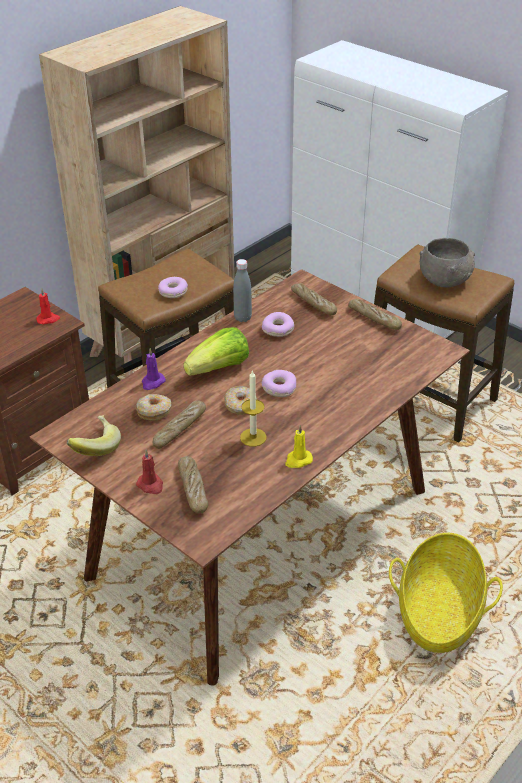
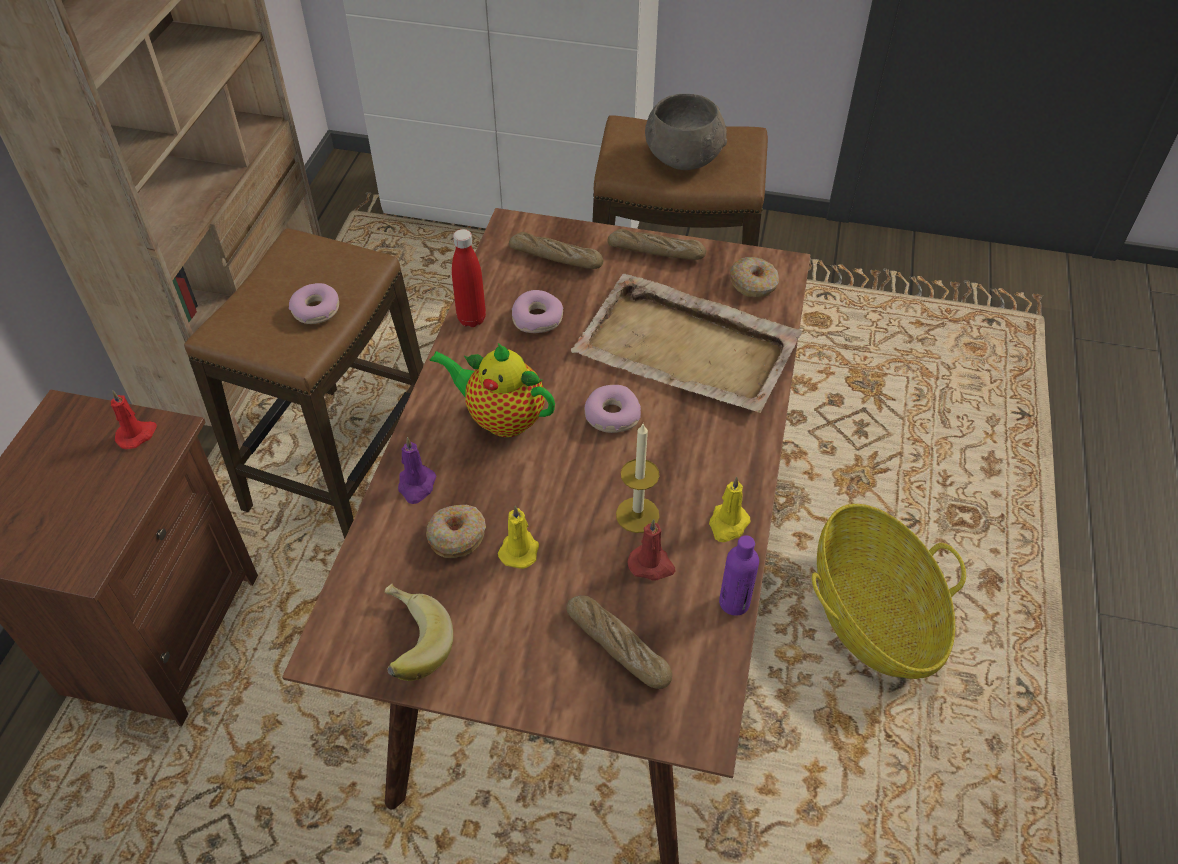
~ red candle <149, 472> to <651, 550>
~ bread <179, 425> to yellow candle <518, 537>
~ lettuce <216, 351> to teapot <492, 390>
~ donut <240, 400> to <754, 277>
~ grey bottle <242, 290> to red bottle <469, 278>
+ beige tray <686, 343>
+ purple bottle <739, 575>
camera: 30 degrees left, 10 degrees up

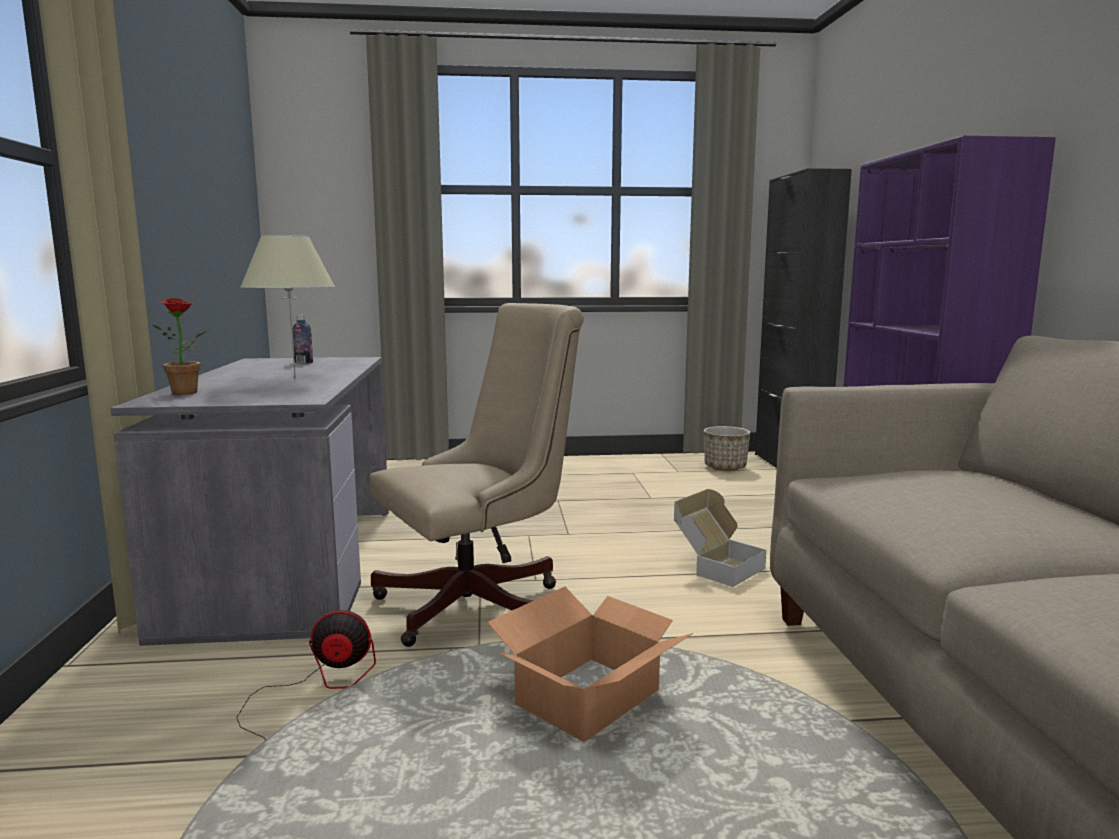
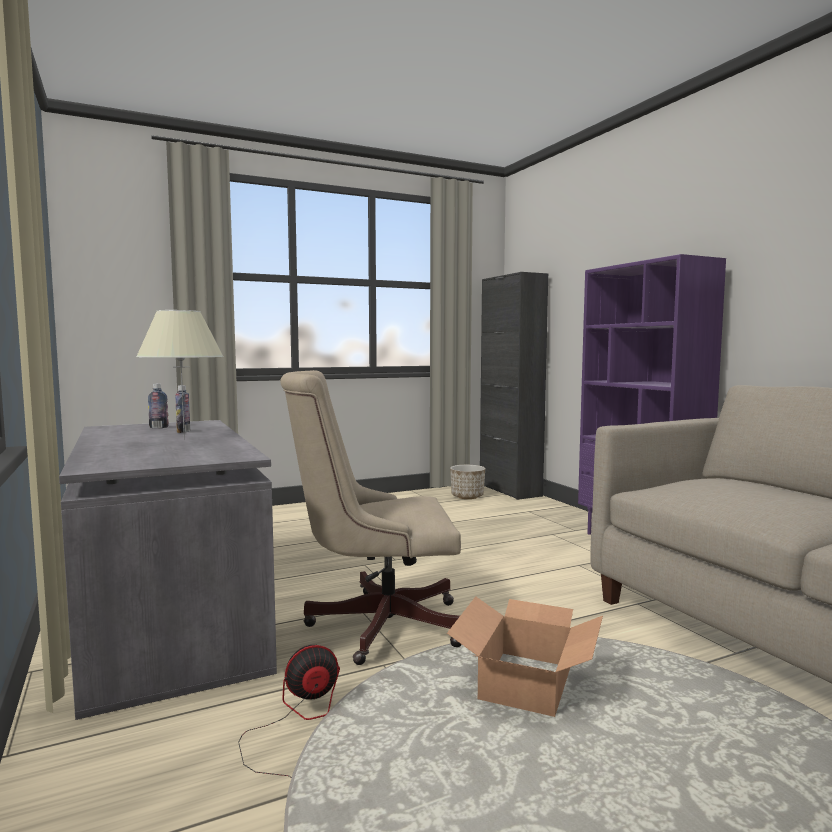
- potted plant <179, 346>
~ beige office chair <476, 475> = <371, 517> 135 degrees counterclockwise
- cardboard box <720, 538>
+ bottle <182, 409>
camera: 20 degrees left, 5 degrees down

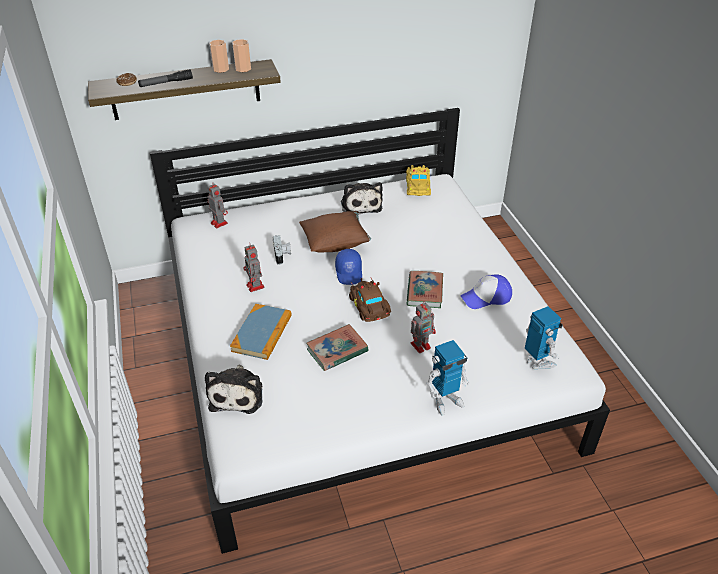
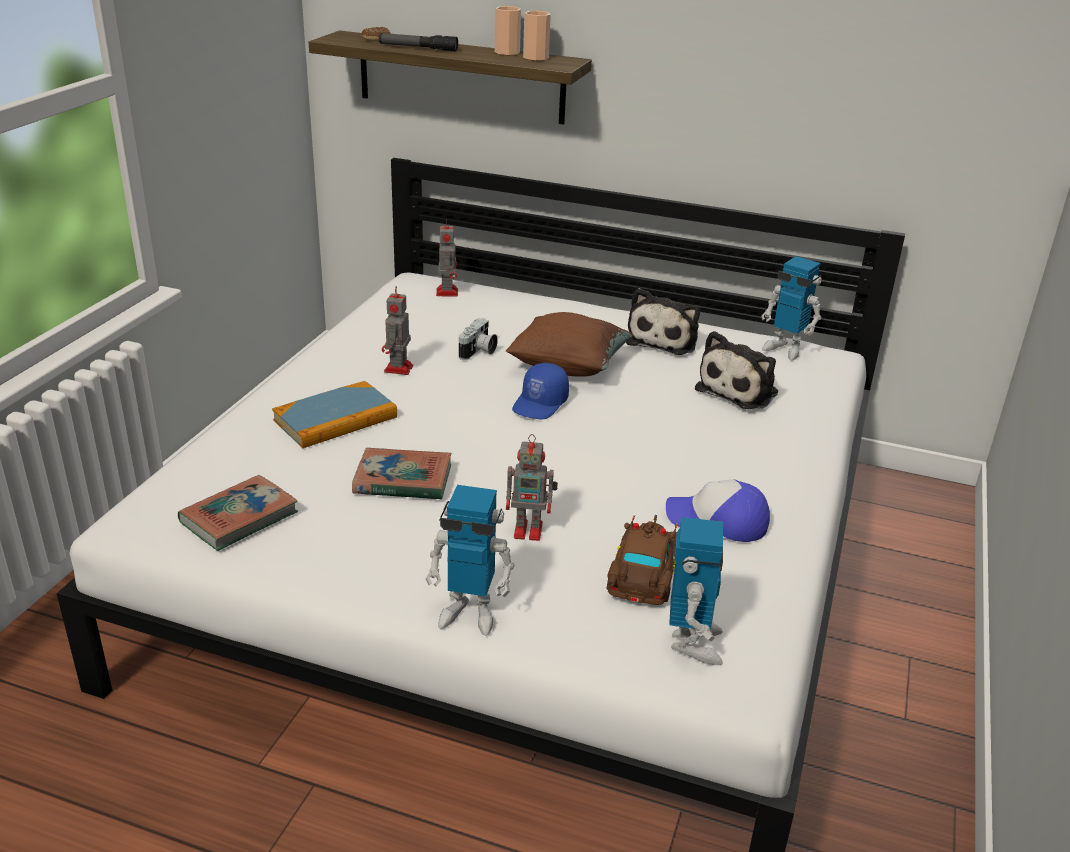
~ plush toy <234, 389> to <736, 370>
~ brown toy car <370, 299> to <642, 560>
~ yellow toy car <418, 180> to toy robot <791, 308>
~ book <424, 289> to <238, 513>
camera: 35 degrees right, 10 degrees down

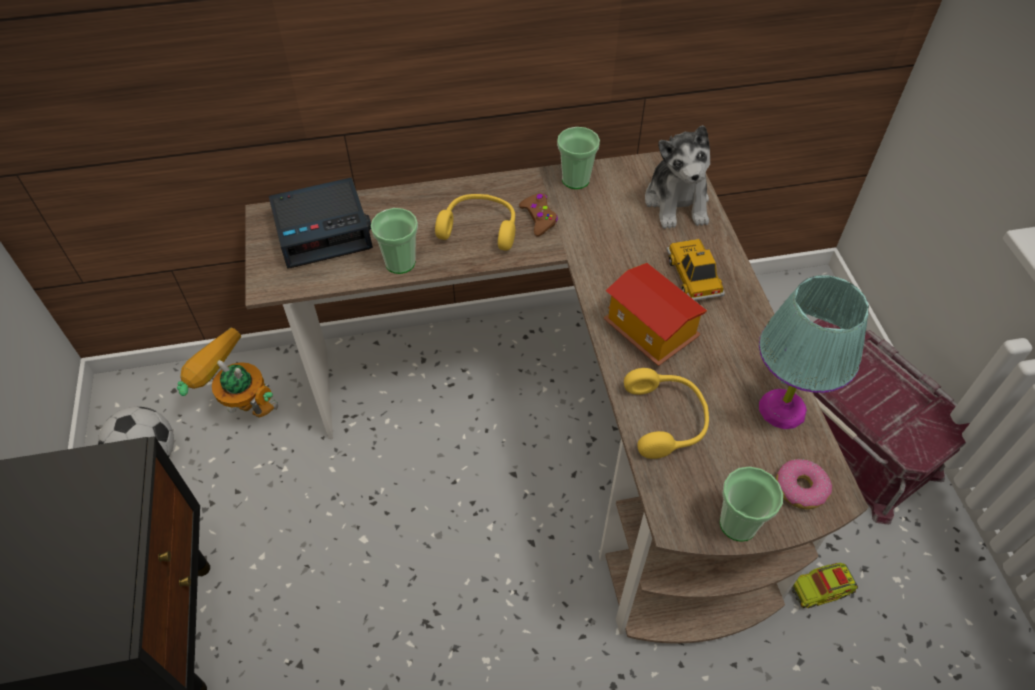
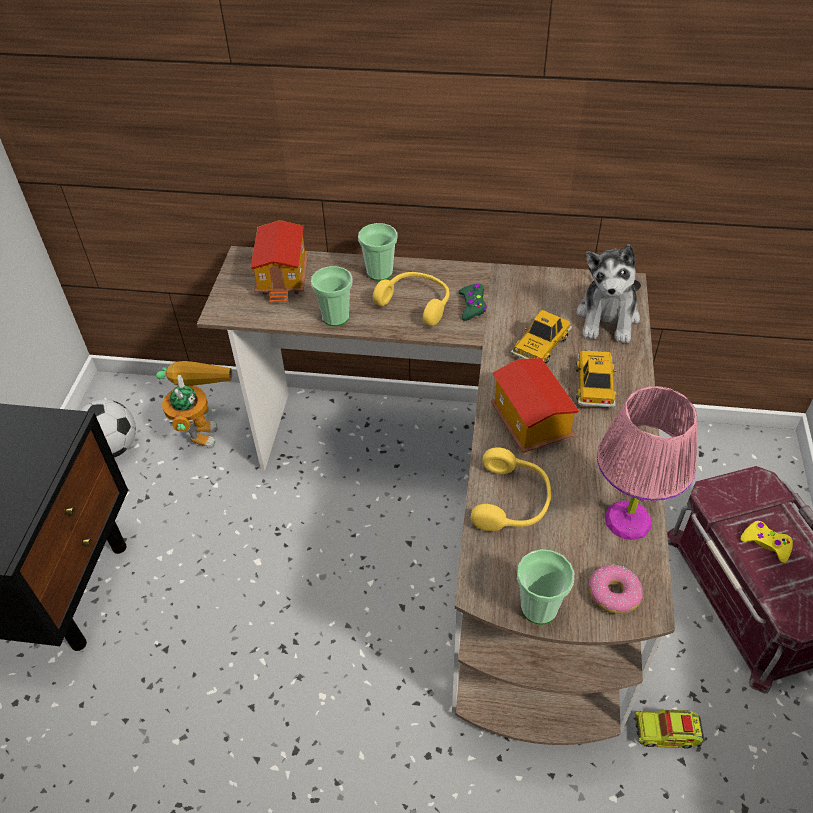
~ toy robot <227, 372> = <194, 405> 45 degrees clockwise
~ alarm clock <320, 222> to toy house <279, 261>
~ brown game controller <538, 215> to green game controller <472, 302>
~ cup <578, 158> to <377, 252>
~ turquoise table lamp <814, 352> to pink table lamp <647, 463>
+ toy car <541, 336>
+ yellow game controller <767, 541>
camera: 20 degrees right, 5 degrees down

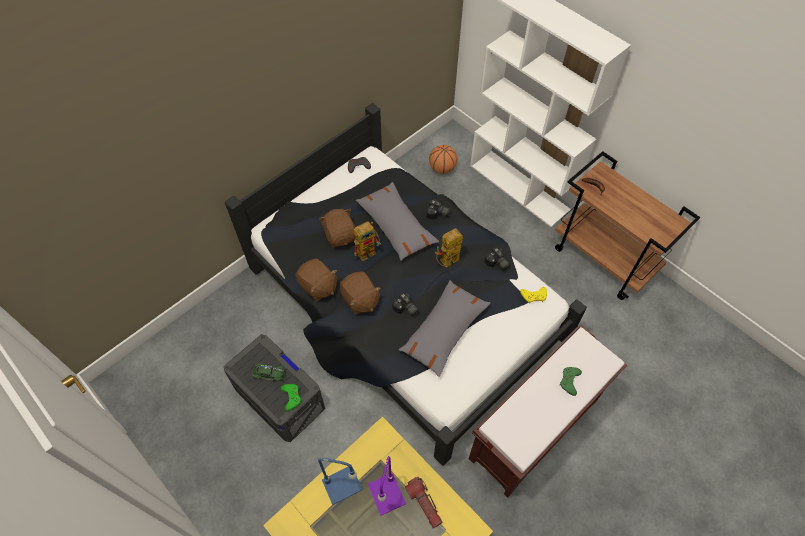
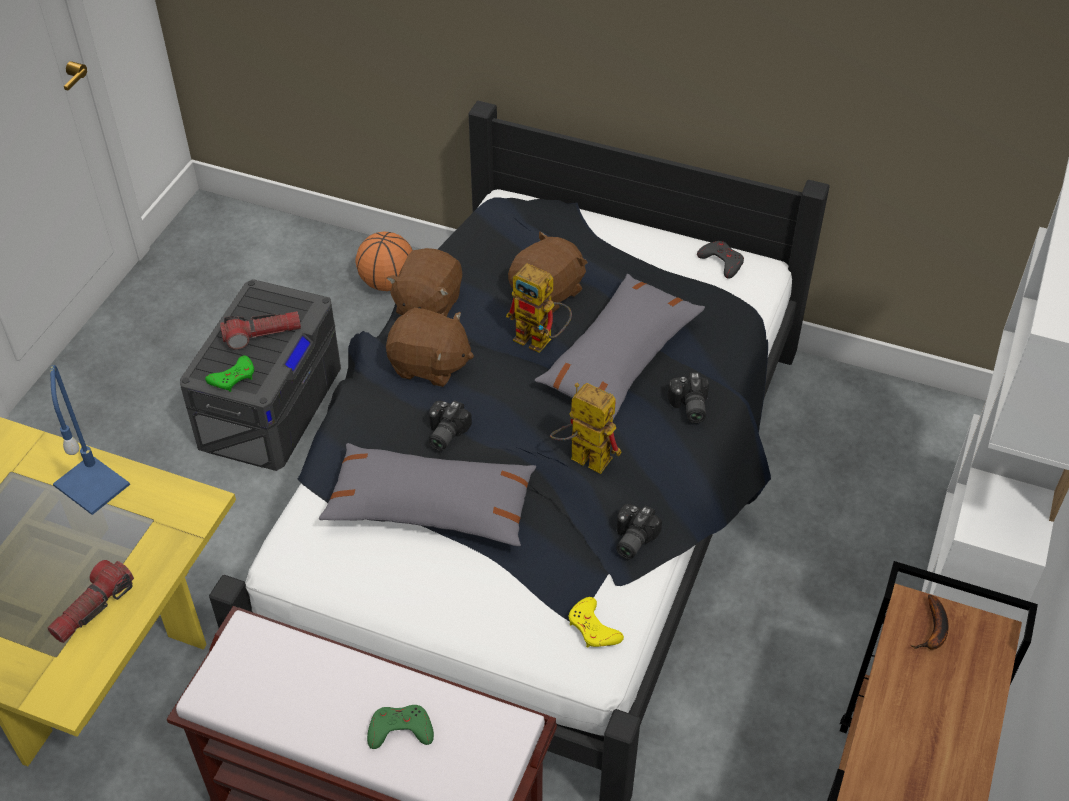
~ green toy car <269, 372> to flashlight <260, 330>
~ brown plush toy <360, 293> = <430, 347> 105 degrees counterclockwise
- purple table lamp <387, 486>
~ basketball <443, 159> to <383, 261>
camera: 65 degrees right, 10 degrees down

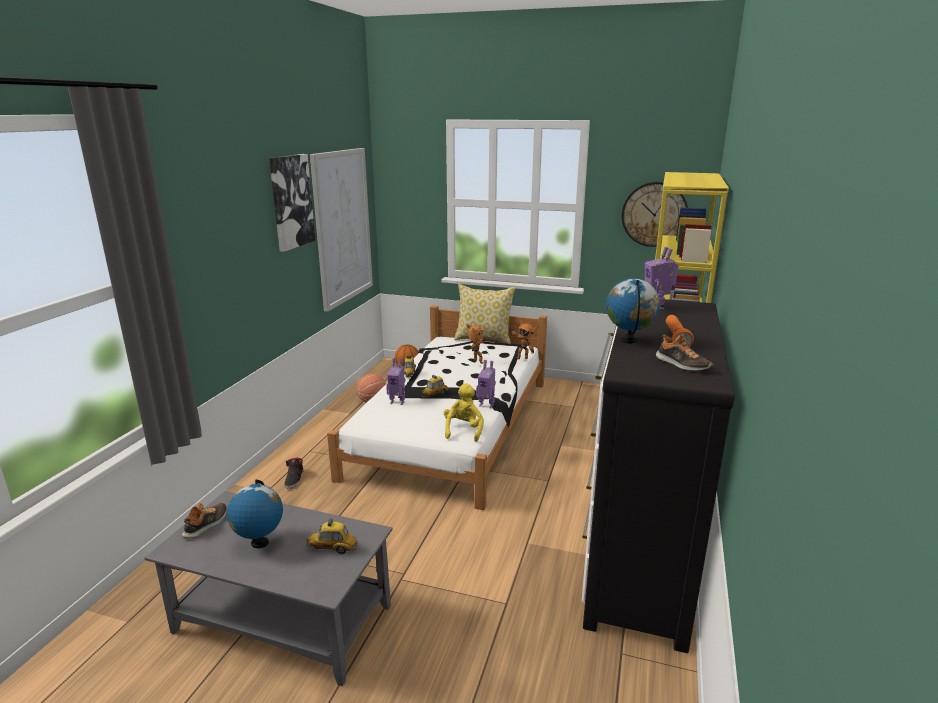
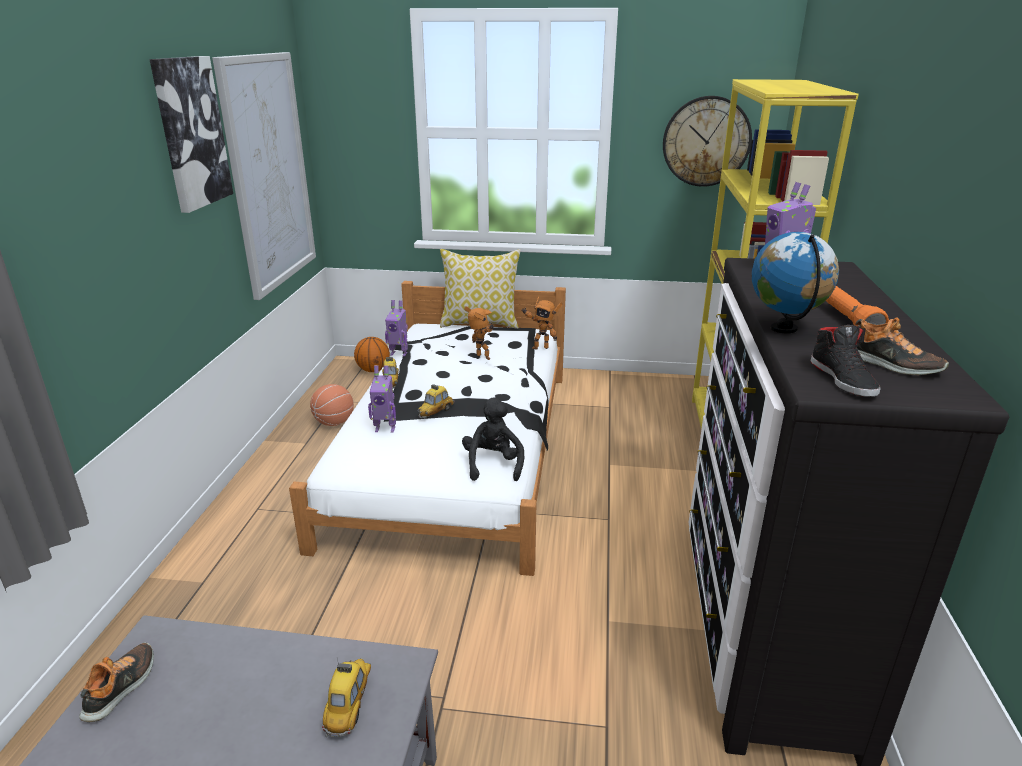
- globe <255, 514>
~ black shoe <293, 473> to <846, 361>
~ toy car <332, 536> = <346, 697> 105 degrees clockwise
~ yellow plush toy <464, 412> to black plush toy <493, 439>
~ toy robot <486, 384> to <396, 328>
camera: 10 degrees left, 5 degrees up

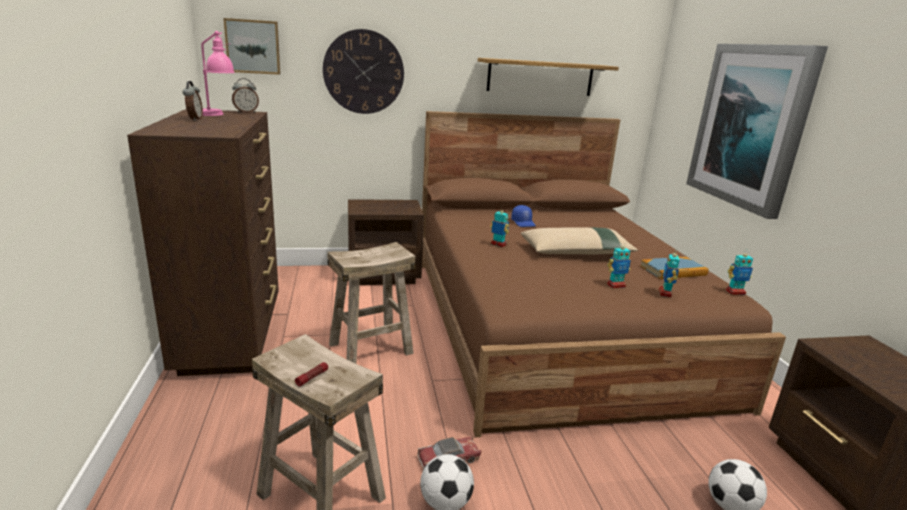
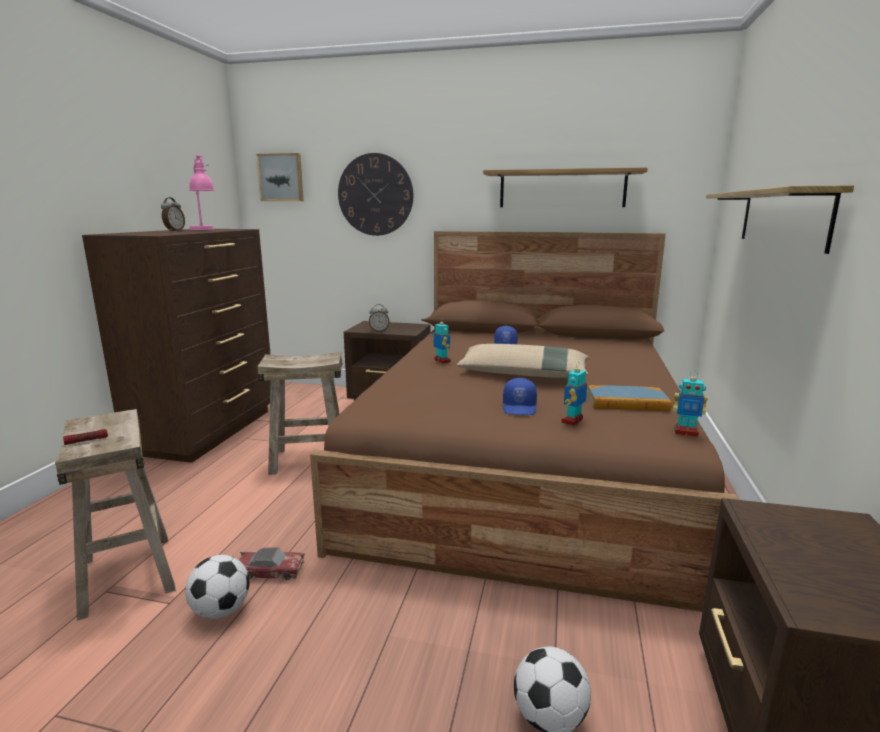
~ alarm clock <245, 95> to <379, 318>
~ toy robot <619, 265> to blue cap <520, 396>
~ picture <757, 131> to shelf <780, 219>
camera: 25 degrees right, 5 degrees down

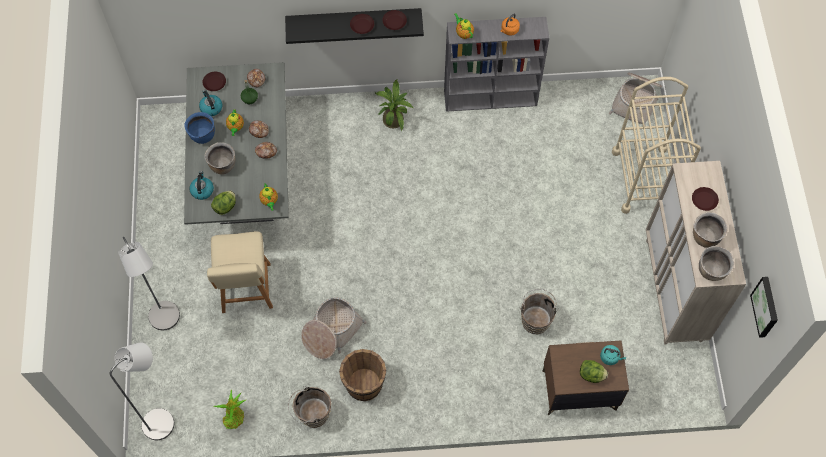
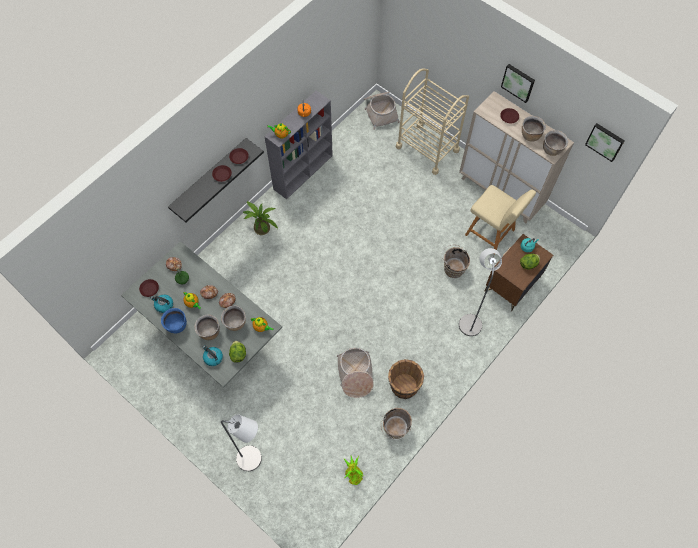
~ grey floor lamp <141, 391> to <480, 292>
~ beige chair <240, 272> to <500, 220>
+ brown cooking pot <233, 318>
+ picture <518, 83>
camera: 45 degrees left, 0 degrees up

